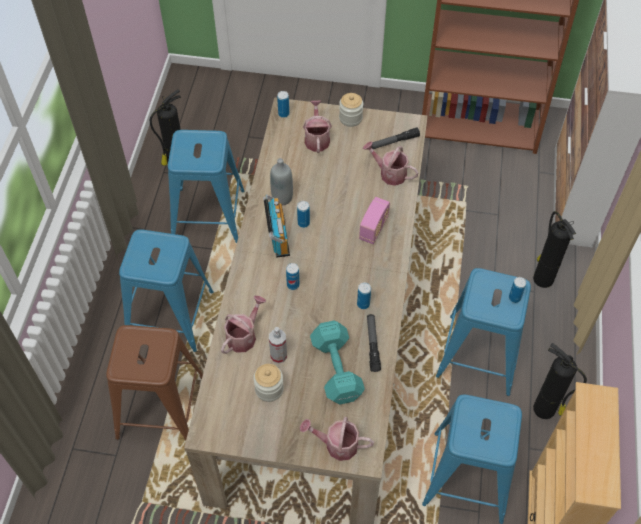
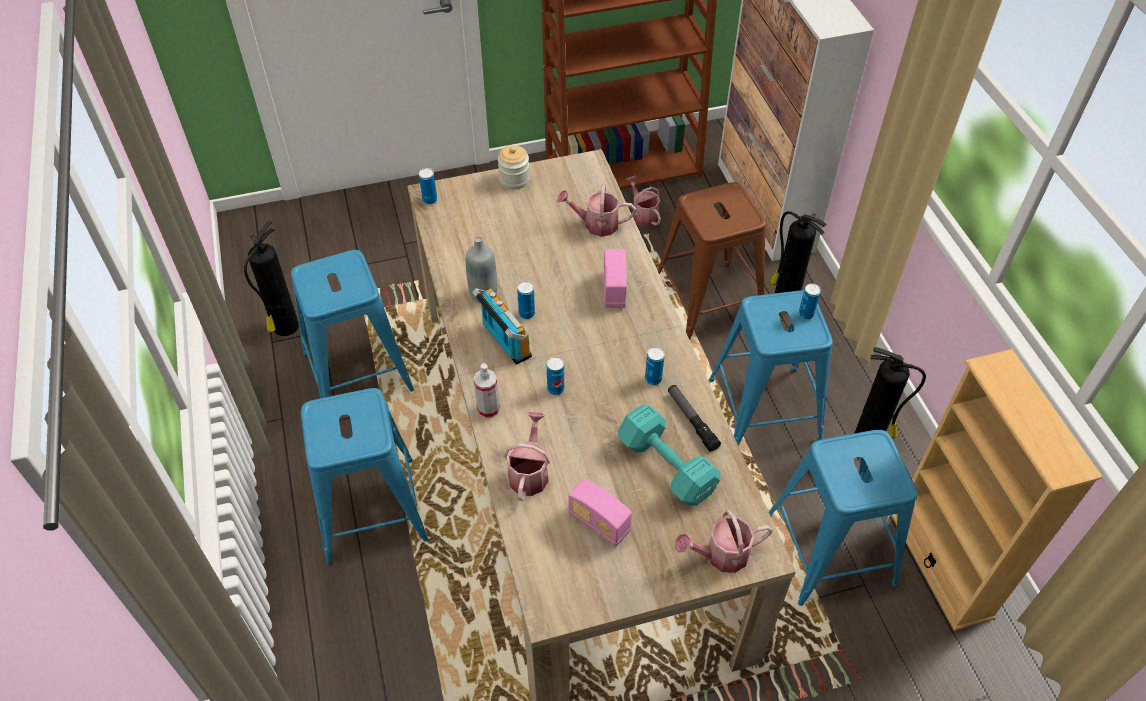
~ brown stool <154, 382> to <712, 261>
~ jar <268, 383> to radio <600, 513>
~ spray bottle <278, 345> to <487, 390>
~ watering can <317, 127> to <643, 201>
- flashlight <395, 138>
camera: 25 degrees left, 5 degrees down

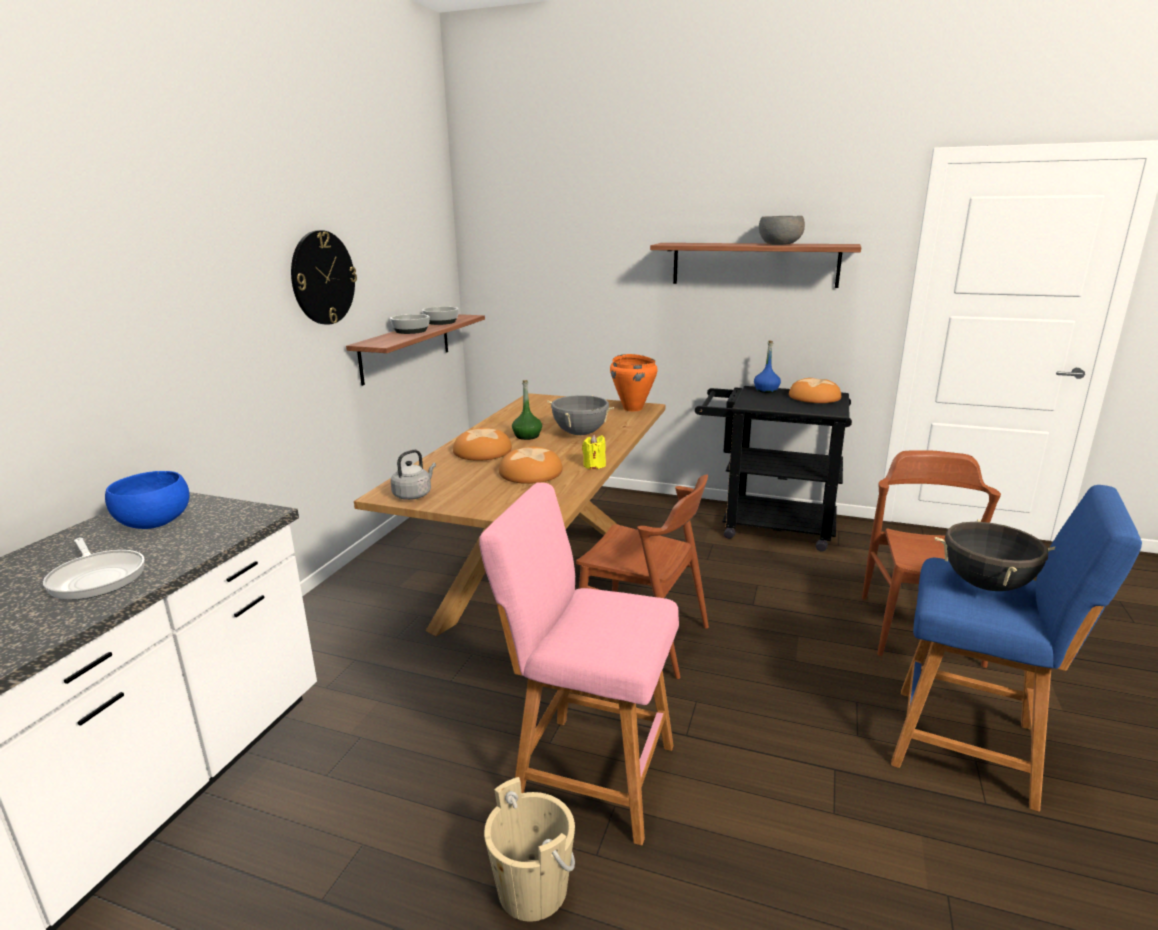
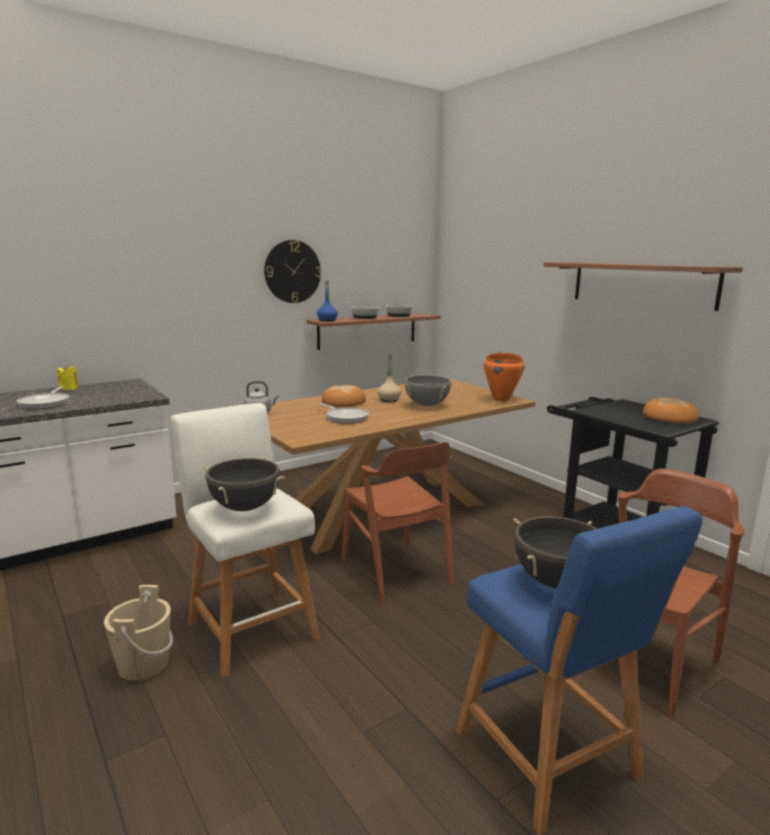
- blue bowl <147, 500>
~ pink stool <579, 663> to white stool <245, 540>
~ bread <531, 465> to frying pan <344, 413>
~ green bottle <527, 410> to beige bottle <389, 379>
~ yellow candle <594, 451> to <67, 377>
~ blue bottle <767, 366> to <327, 301>
- grey bowl <782, 230>
+ black cooking pot <244, 484>
camera: 35 degrees right, 5 degrees down

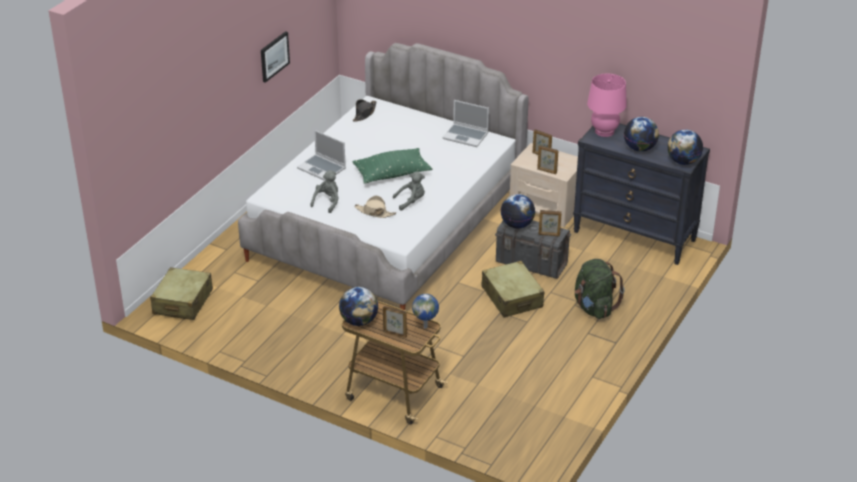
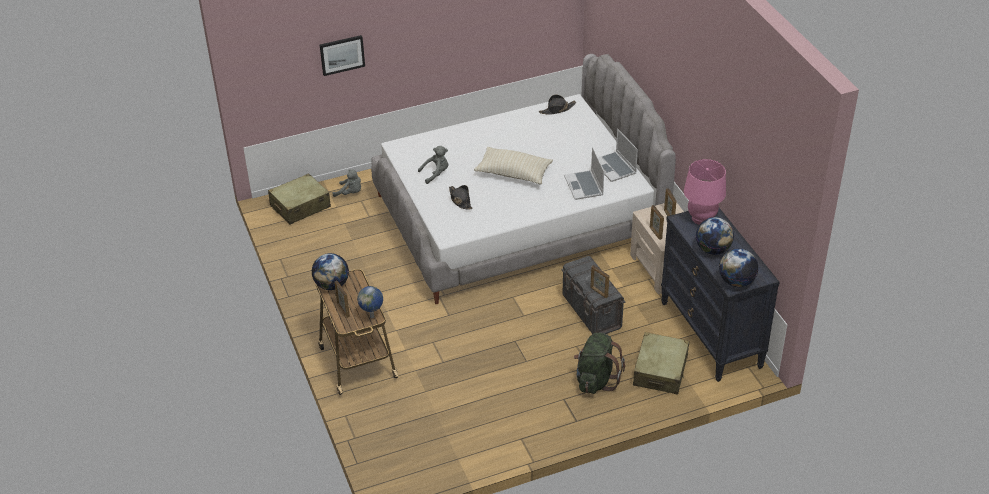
~ picture <275, 57> to <342, 55>
~ laptop <321, 155> to <584, 173>
~ green pillow <392, 166> to beige pillow <513, 166>
~ beige hat <375, 207> to black hat <460, 197>
~ grey plush toy <409, 191> to <346, 183>
~ beige suitcase <513, 289> to <661, 363>
- globe <518, 211>
camera: 40 degrees right, 5 degrees up

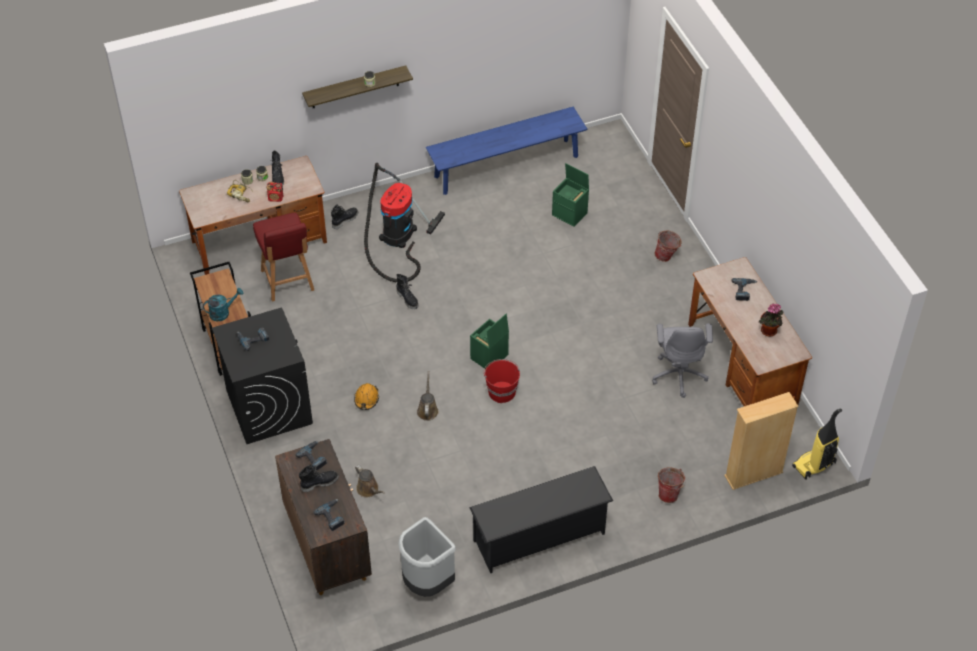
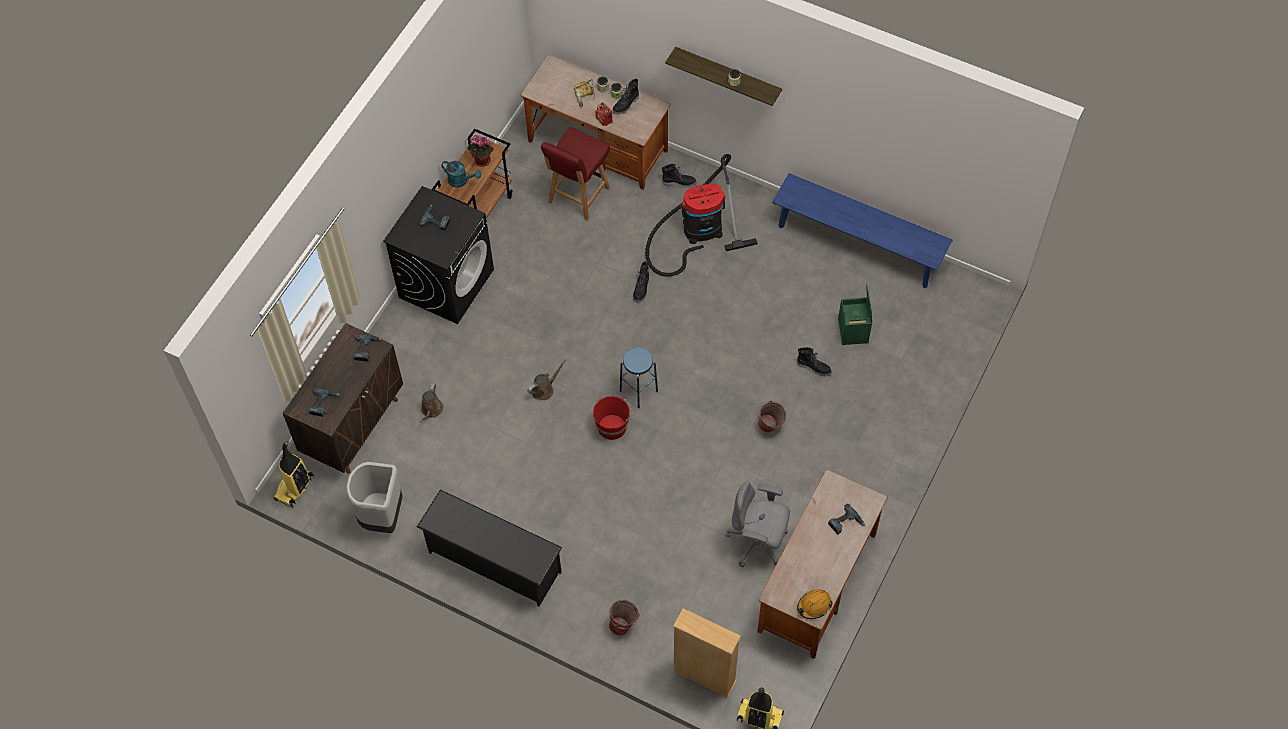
~ black boot <319, 479> to <814, 361>
~ orange hard hat <366, 396> to <815, 604>
~ green storage box <489, 341> to blue stool <639, 378>
~ grey office chair <682, 360> = <758, 524> 60 degrees clockwise
~ bucket <667, 246> to <771, 416>
~ potted plant <771, 320> to <481, 151>
+ vacuum cleaner <294, 474>
camera: 50 degrees right, 10 degrees up

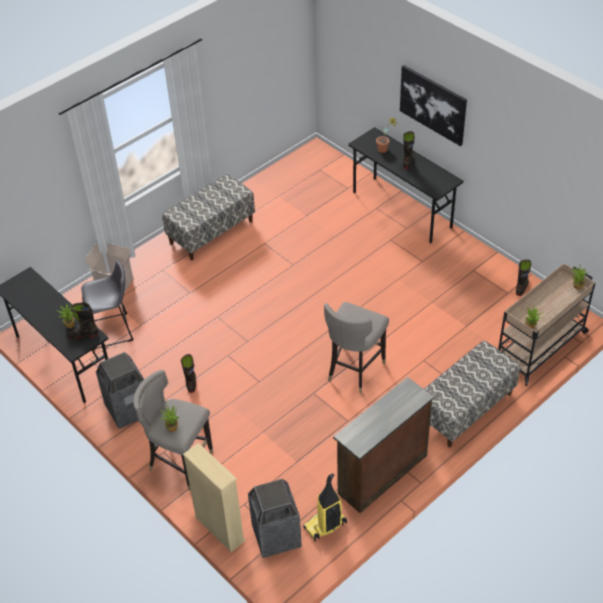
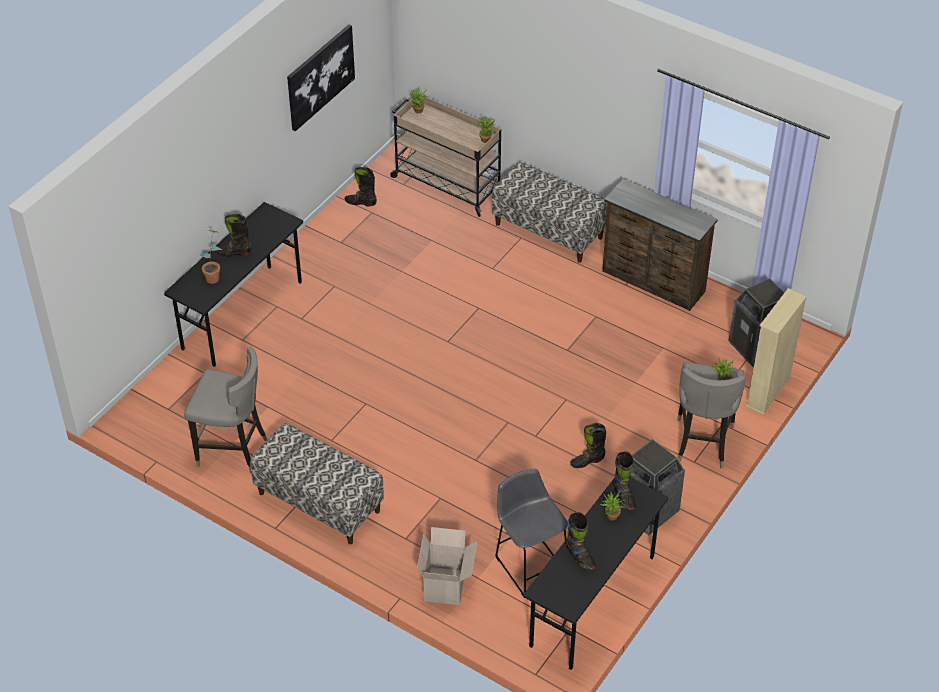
- vacuum cleaner <325, 507>
~ grey stool <356, 347> to <225, 409>
~ picture <433, 105> to <321, 78>
+ black boot <581, 541>
camera: 105 degrees left, 0 degrees up

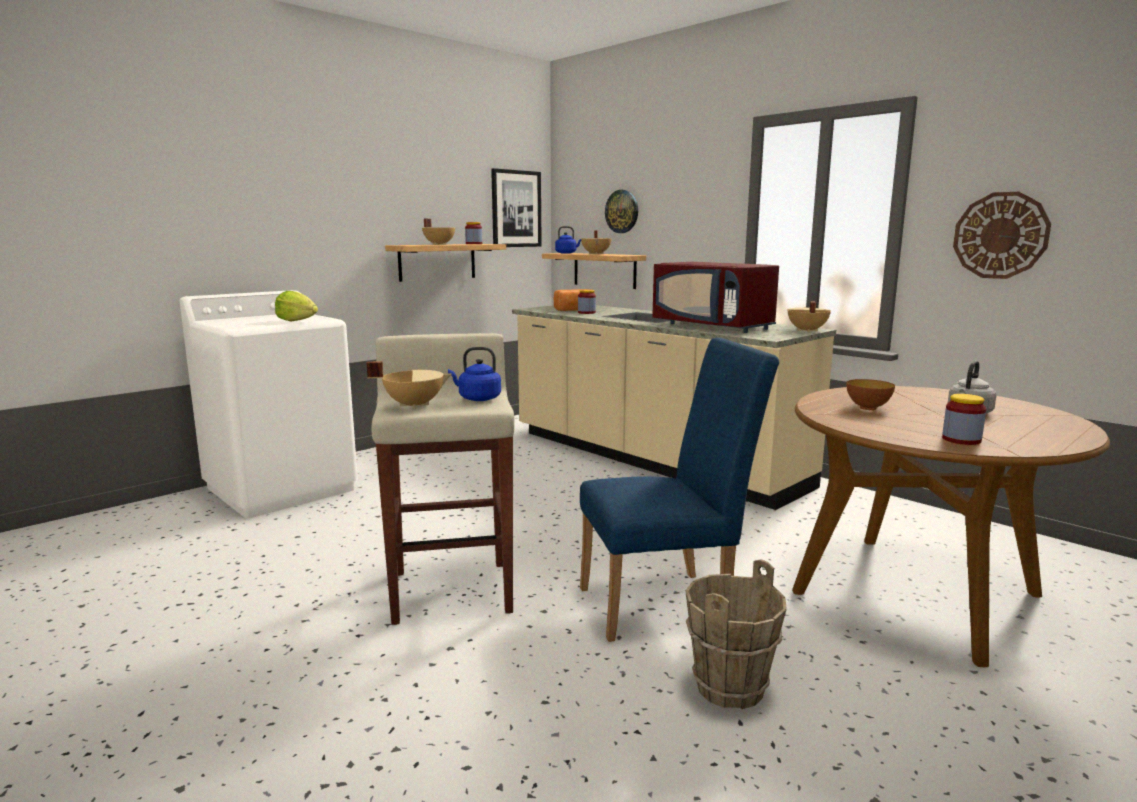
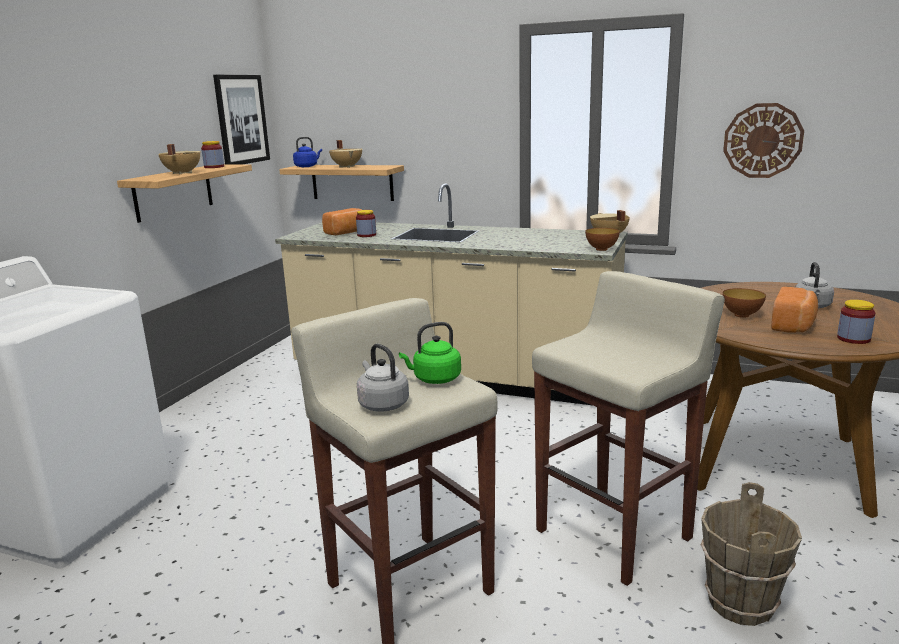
- lettuce <296, 306>
~ beige cooking pot <409, 385> to grey kettle <383, 377>
~ blue kettle <474, 374> to green kettle <430, 353>
~ blue chair <679, 490> to beige stool <628, 428>
- wall clock <621, 211>
- red microwave <715, 297>
+ bowl <602, 239>
+ bread <794, 310>
camera: 25 degrees left, 5 degrees up

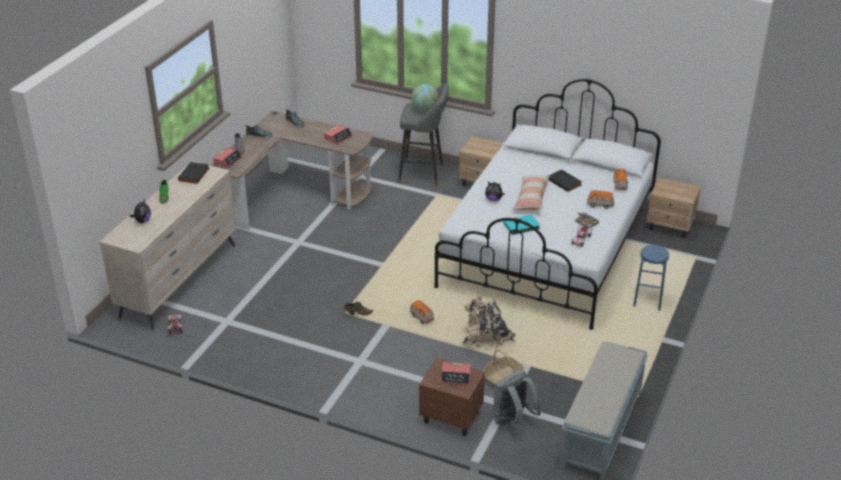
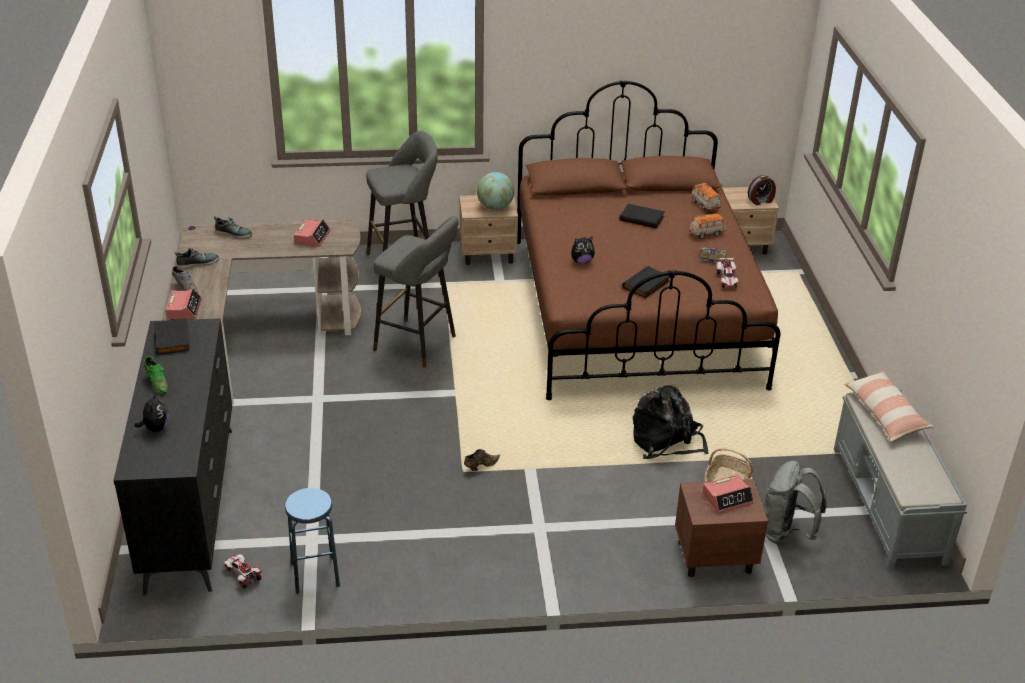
~ beige dresser <167, 245> to black dresser <172, 457>
- toy car <421, 312>
~ globe <425, 98> to <495, 191>
~ white bed <547, 204> to brown bed <648, 240>
~ beige backpack <489, 325> to black backpack <671, 422>
~ turquoise book <522, 225> to black book <646, 282>
~ pillow <531, 192> to <889, 406>
~ blue stool <651, 278> to <312, 541>
+ grey stool <416, 292>
+ alarm clock <762, 190>
camera: 30 degrees left, 0 degrees up

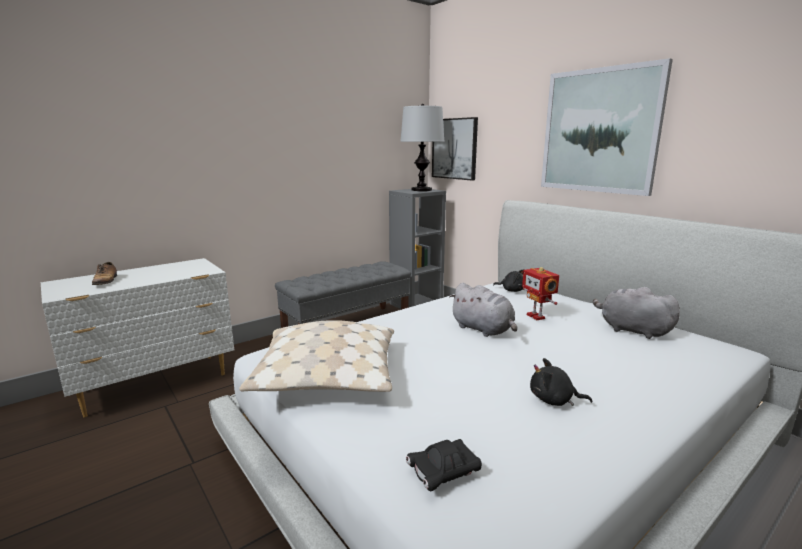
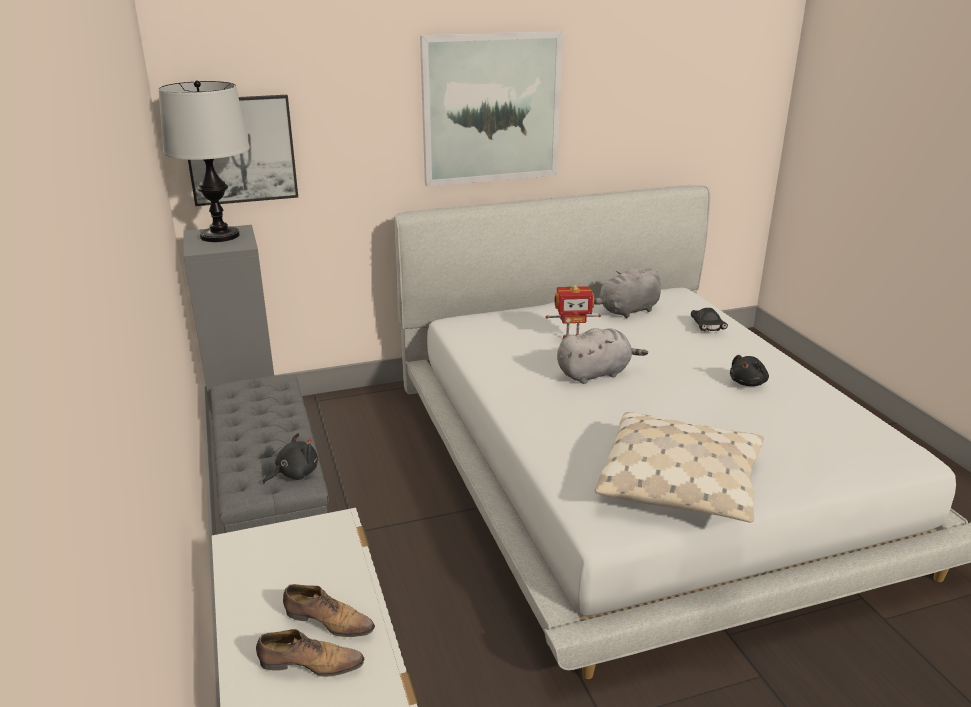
~ black toy car <444, 465> to <709, 320>
~ black plush toy <508, 280> to <290, 458>
+ shoe <329, 610>
camera: 70 degrees left, 10 degrees up

